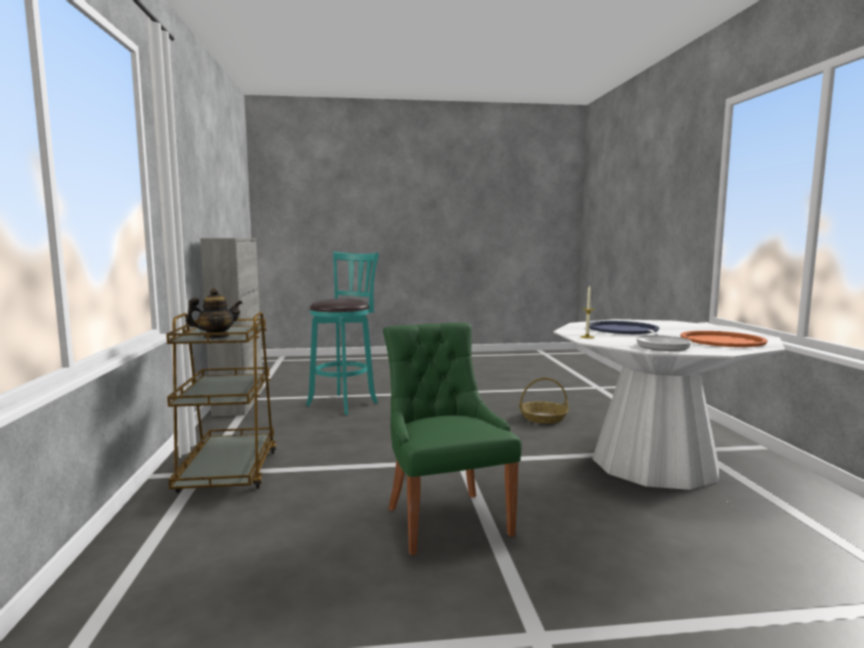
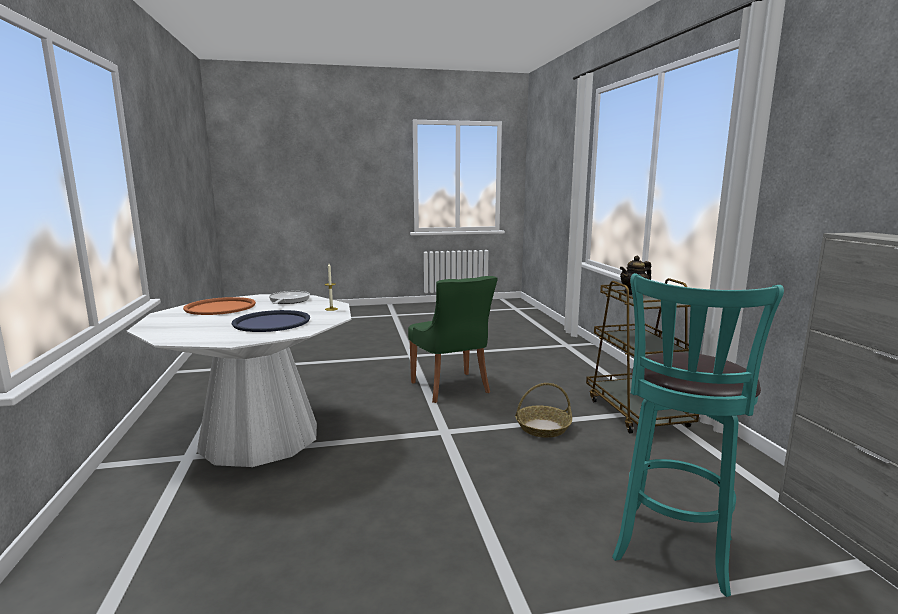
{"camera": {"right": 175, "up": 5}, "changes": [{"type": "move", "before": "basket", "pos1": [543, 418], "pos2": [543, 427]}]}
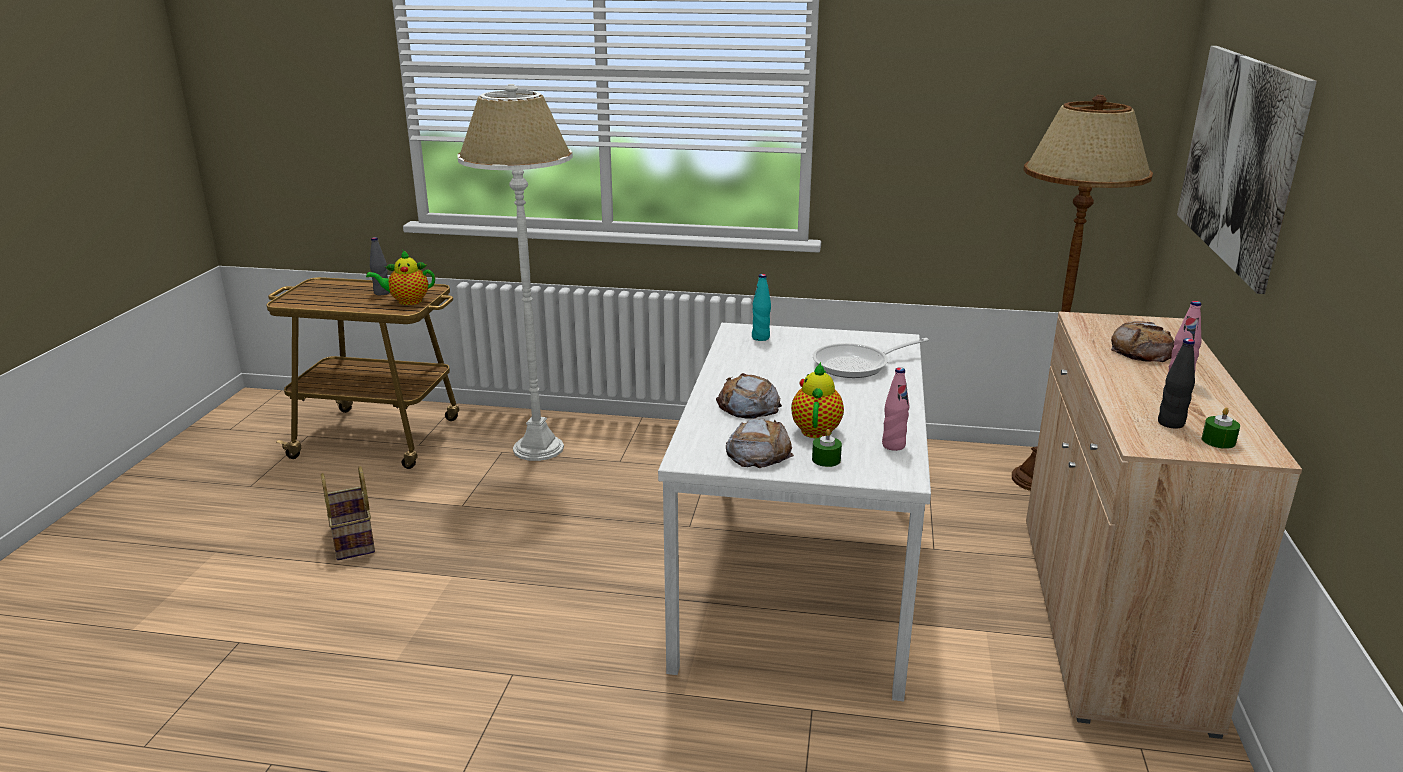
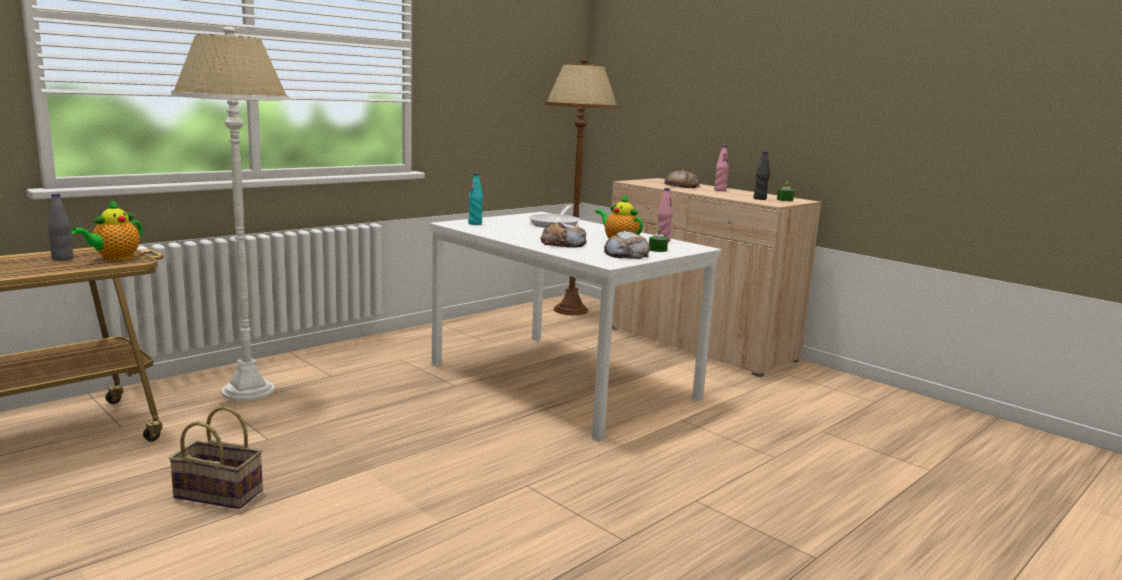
{"camera": {"right": -55, "up": -10}, "changes": [{"type": "delete", "before": "picture", "pos1": [1239, 159]}]}
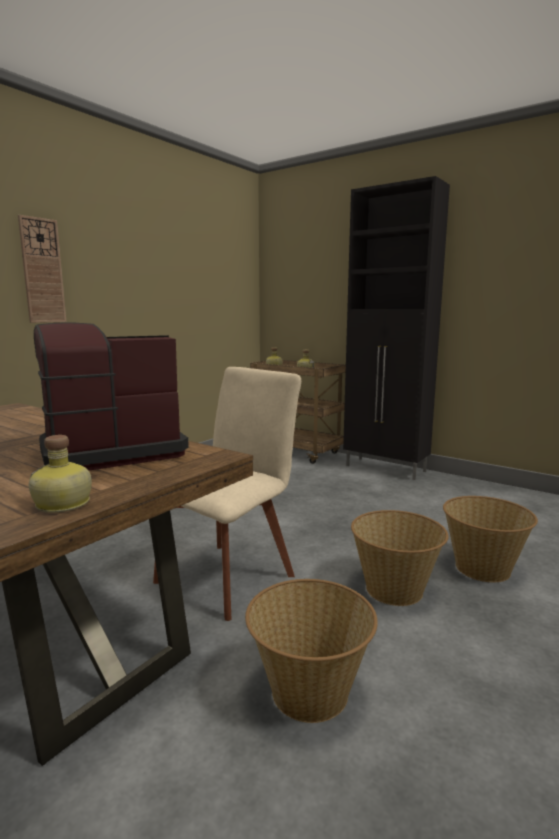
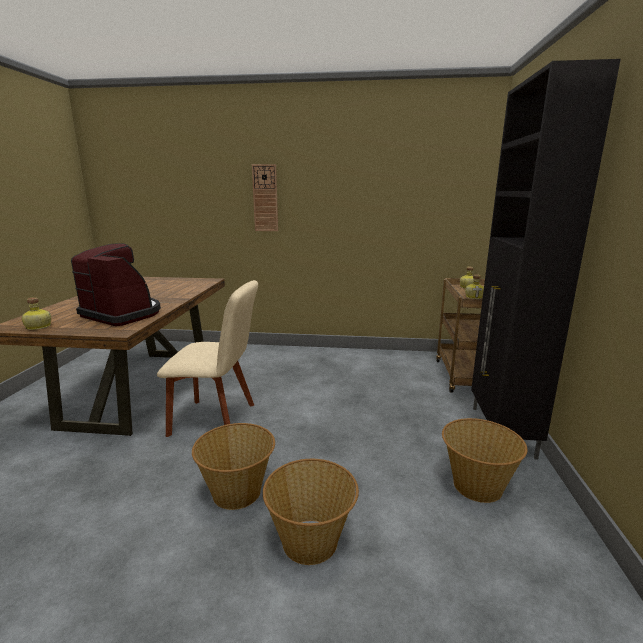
{"camera": {"right": 60, "up": 5}, "changes": [{"type": "move", "before": "basket", "pos1": [309, 693], "pos2": [476, 486]}]}
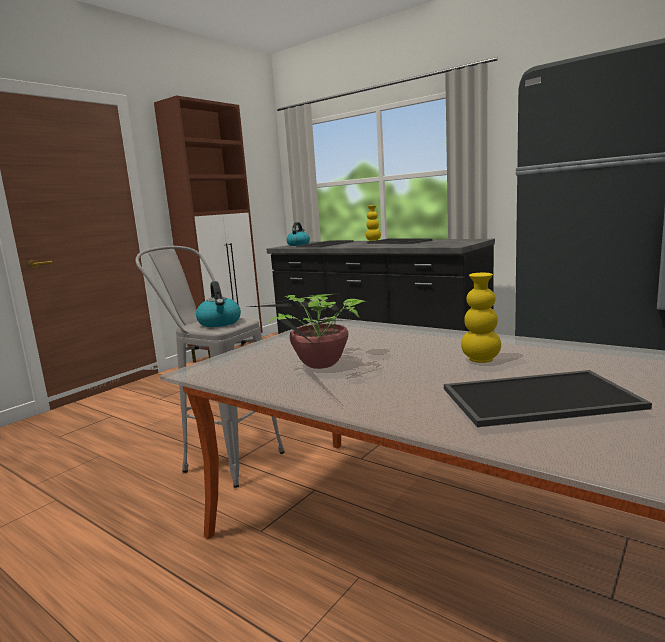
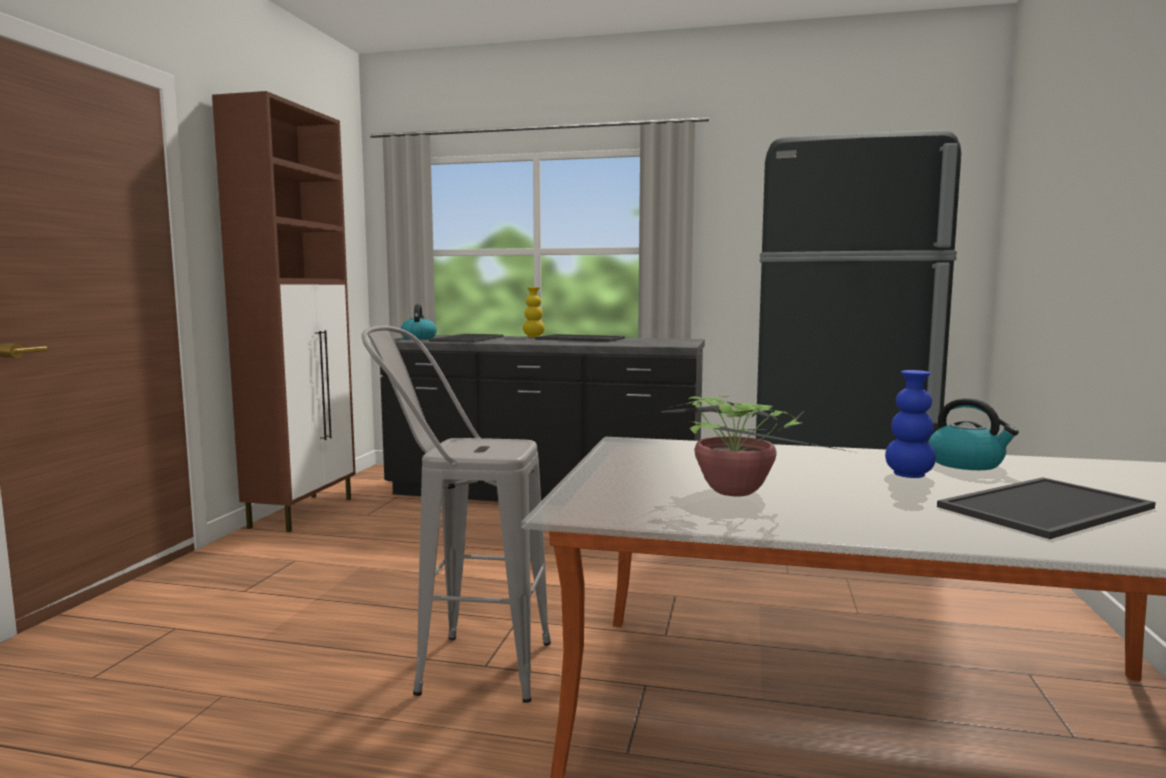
{"camera": {"right": -25, "up": -5}, "changes": [{"type": "recolor", "before": "vase/yellow", "after": "vase/blue", "pos1": [481, 360], "pos2": [909, 475]}, {"type": "move", "before": "kettle", "pos1": [220, 323], "pos2": [967, 464]}]}
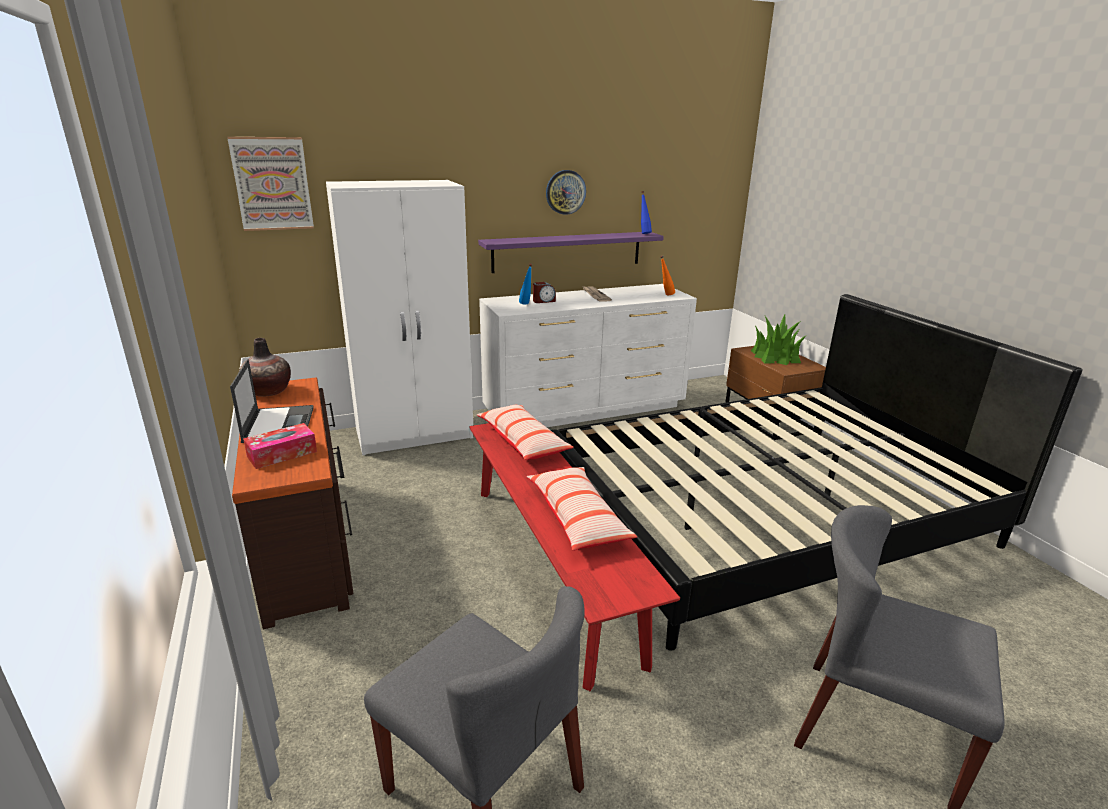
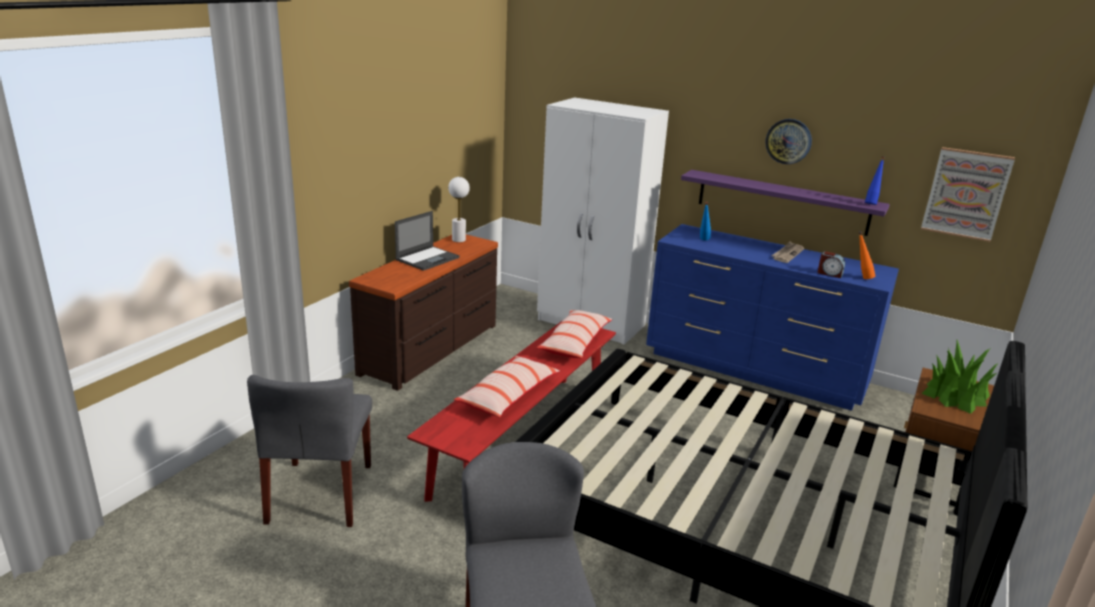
{"camera": {"right": 50, "up": 0}, "changes": [{"type": "replace", "before": "vase", "after": "table lamp/white", "pos1": [268, 391], "pos2": [458, 240]}, {"type": "recolor", "before": "dresser/white", "after": "dresser/blue", "pos1": [586, 409], "pos2": [755, 369]}, {"type": "move", "before": "alarm clock", "pos1": [544, 301], "pos2": [829, 273]}, {"type": "move", "before": "picture", "pos1": [272, 184], "pos2": [966, 194]}, {"type": "delete", "before": "tissue box", "pos1": [282, 454]}]}
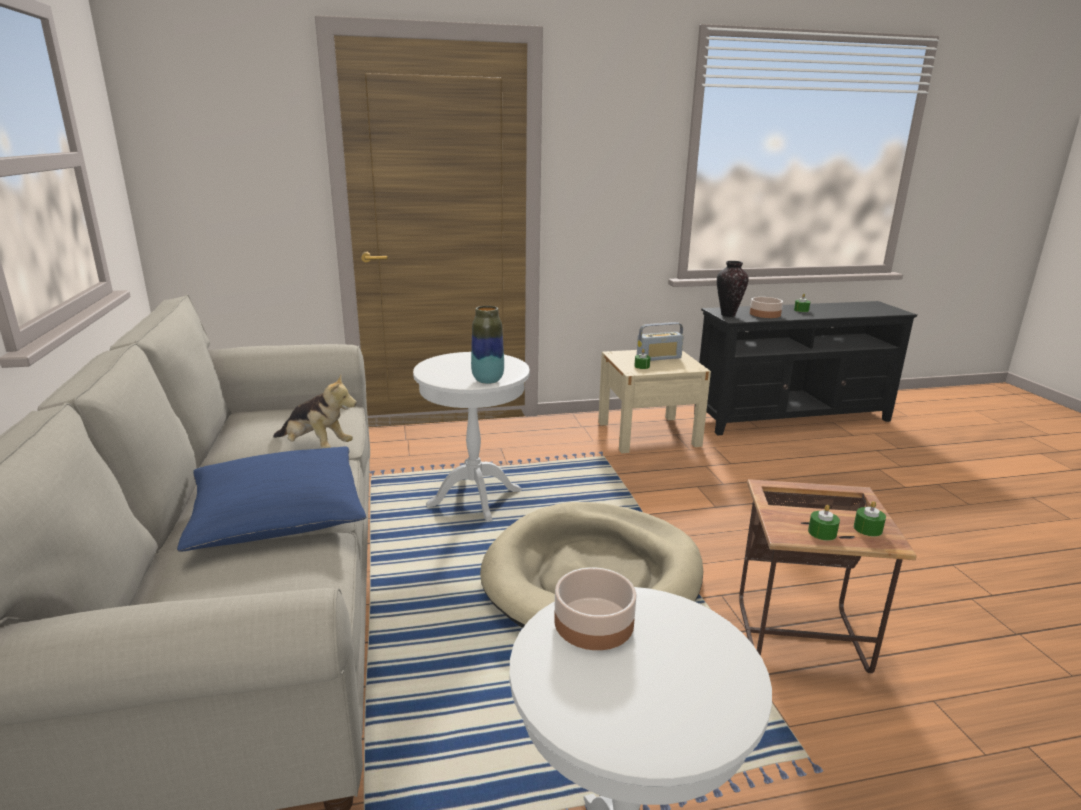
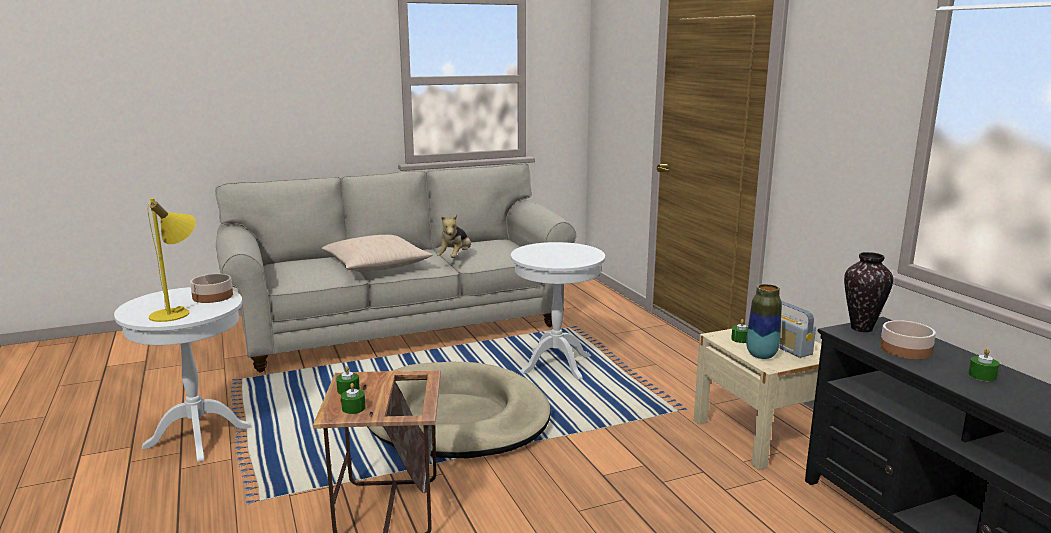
{"camera": {"right": 80, "up": -5}, "changes": [{"type": "insert", "after": "table lamp/yellow", "pos2": [177, 313]}, {"type": "recolor", "before": "pillow/blue", "after": "pillow/beige", "pos1": [278, 516], "pos2": [376, 266]}, {"type": "move", "before": "vase", "pos1": [488, 380], "pos2": [761, 355]}]}
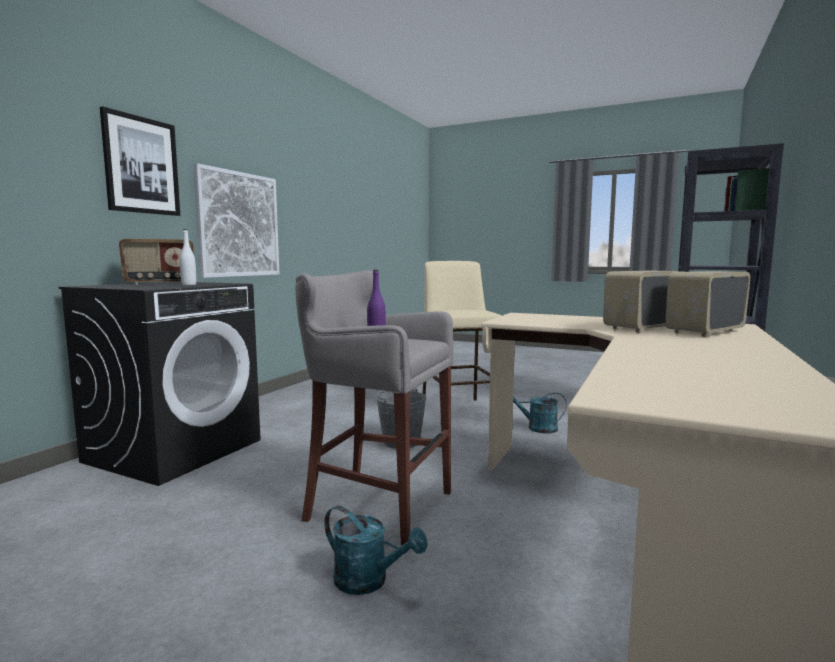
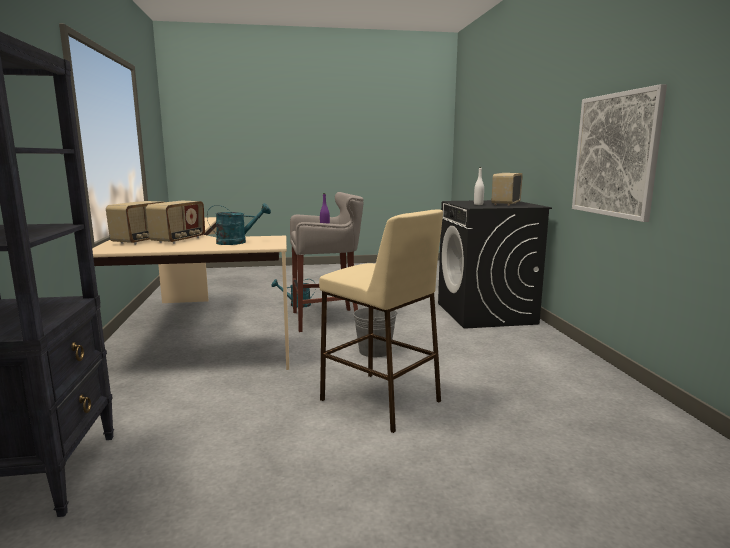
{"camera": {"right": 145, "up": 5}, "changes": [{"type": "move", "before": "watering can/turquoise", "pos1": [536, 428], "pos2": [237, 242]}, {"type": "delete", "before": "picture", "pos1": [141, 165]}]}
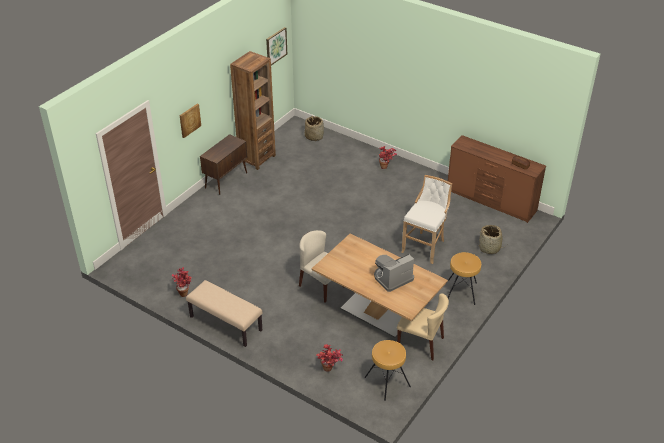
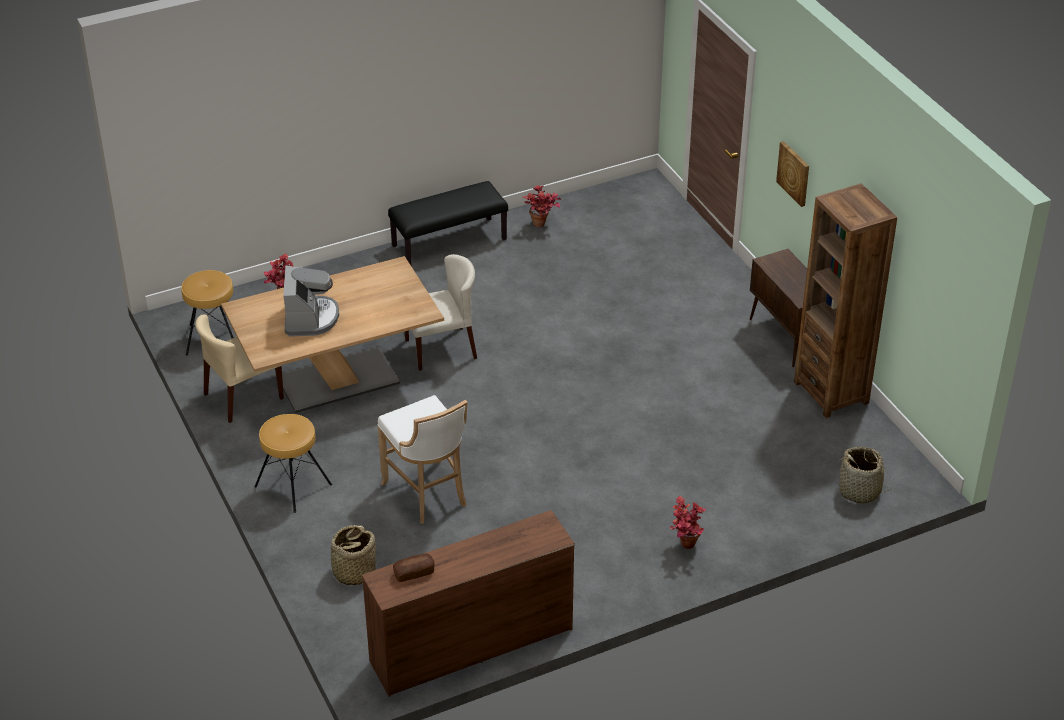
{"camera": {"right": 120, "up": 0}, "changes": [{"type": "recolor", "before": "bench/beige", "after": "bench/black", "pos1": [225, 324], "pos2": [449, 242]}, {"type": "delete", "before": "picture", "pos1": [276, 46]}]}
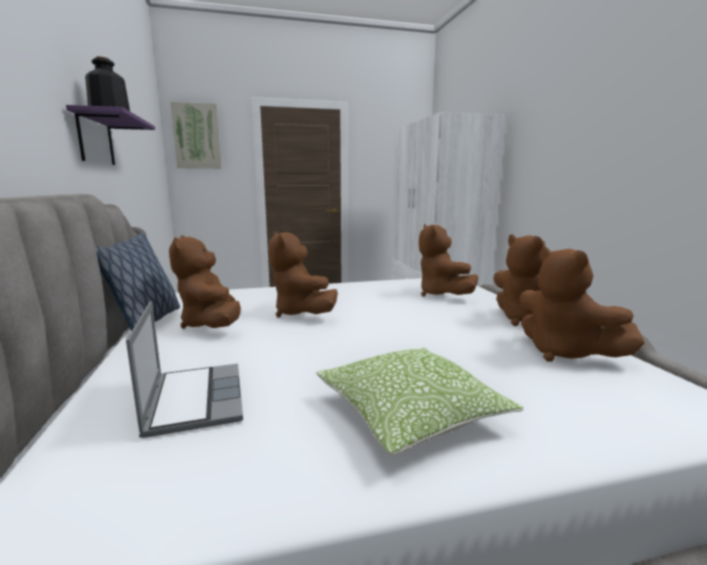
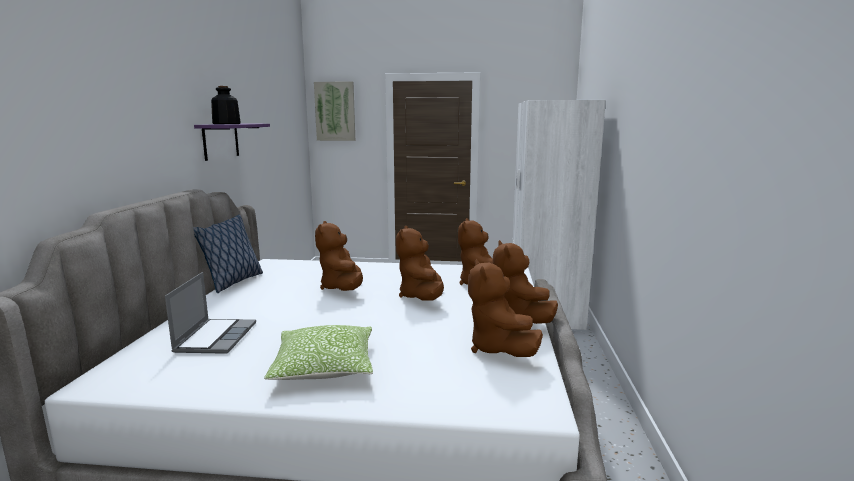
{"camera": {"right": 20, "up": 0}, "changes": [{"type": "move", "before": "plush toy/brown", "pos1": [212, 325], "pos2": [421, 297]}]}
